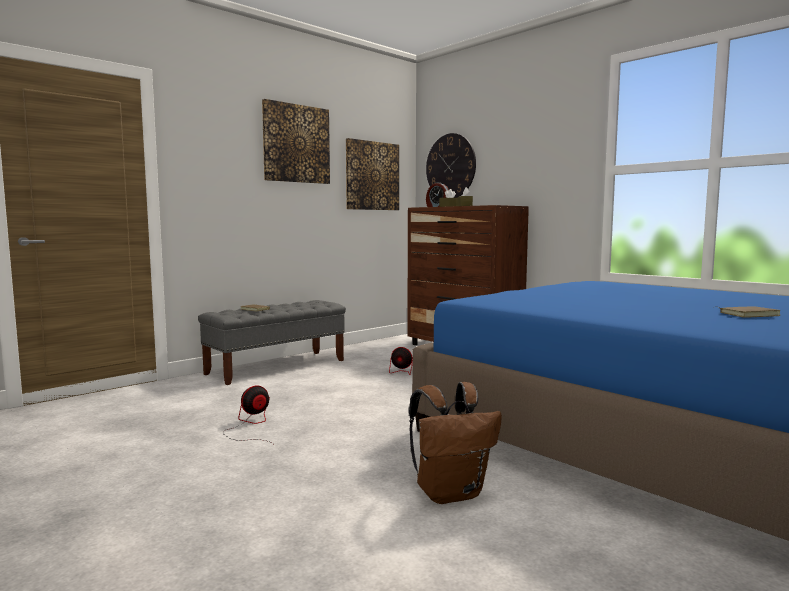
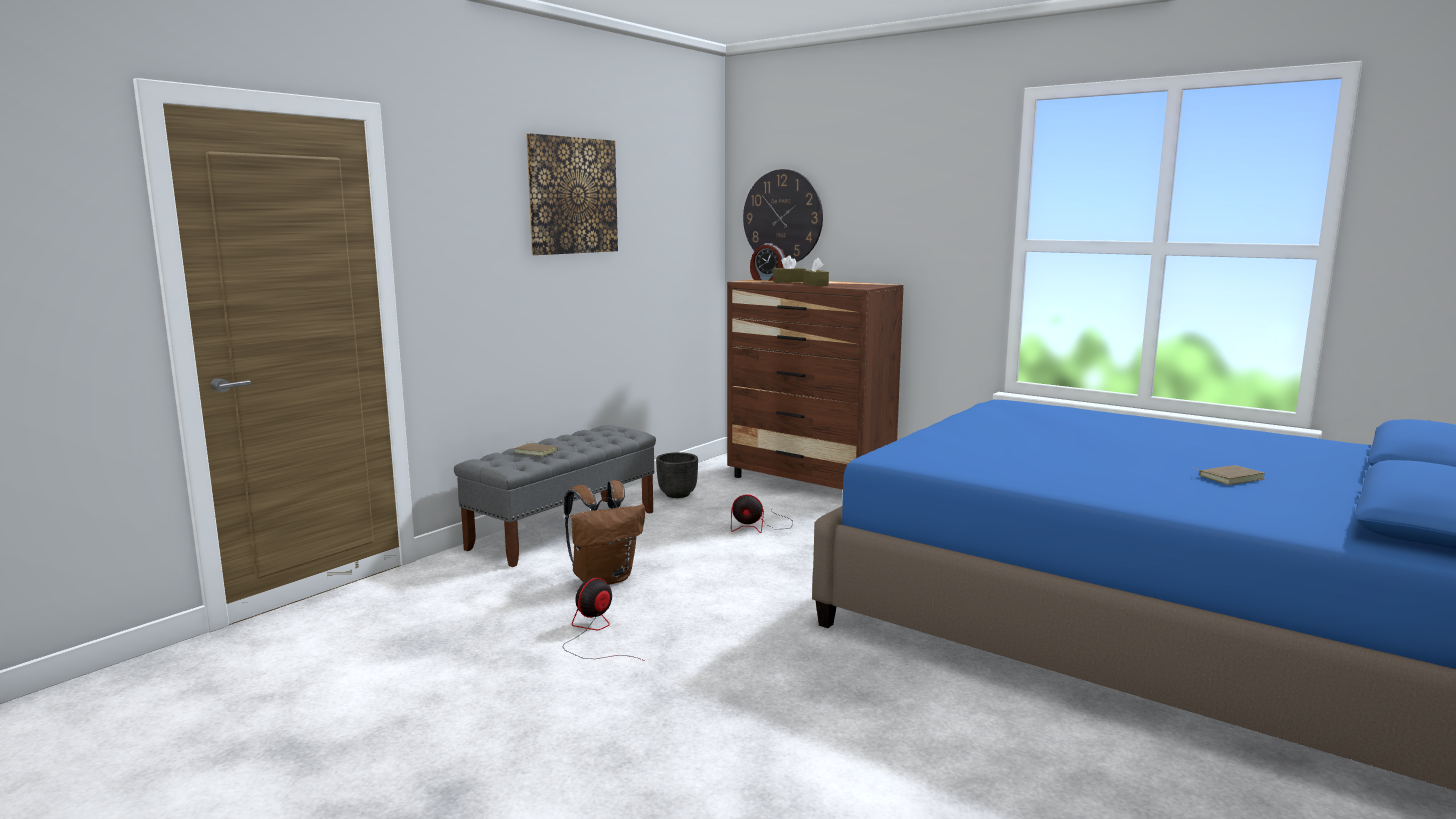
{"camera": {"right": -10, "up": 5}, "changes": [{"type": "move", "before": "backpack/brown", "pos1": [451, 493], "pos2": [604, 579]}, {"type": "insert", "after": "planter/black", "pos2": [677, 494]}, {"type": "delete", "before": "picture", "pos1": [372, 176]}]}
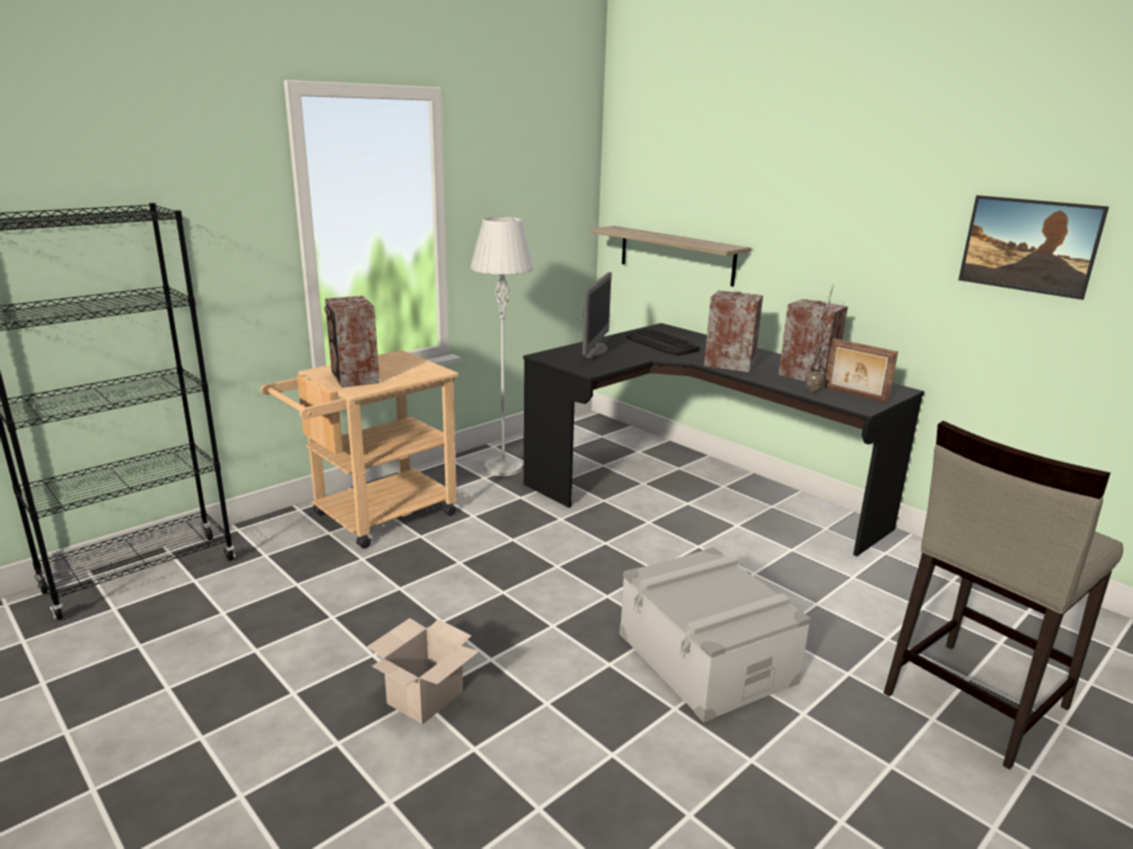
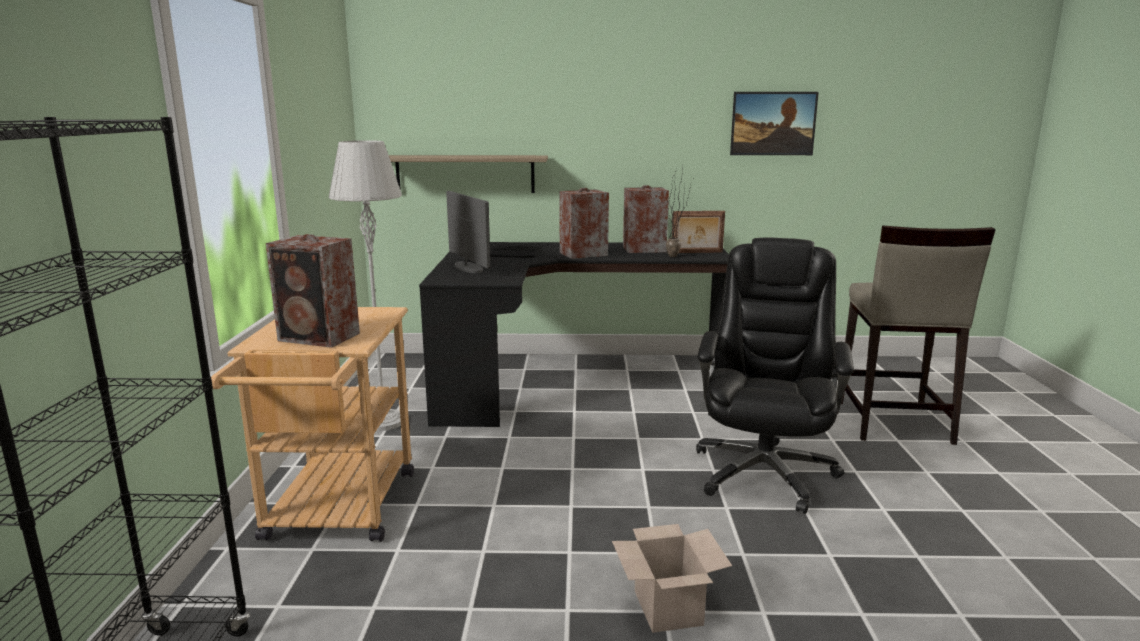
{"camera": {"right": -45, "up": -5}, "changes": [{"type": "replace", "before": "storage box/grey", "after": "office chair/black", "pos1": [706, 658], "pos2": [764, 471]}]}
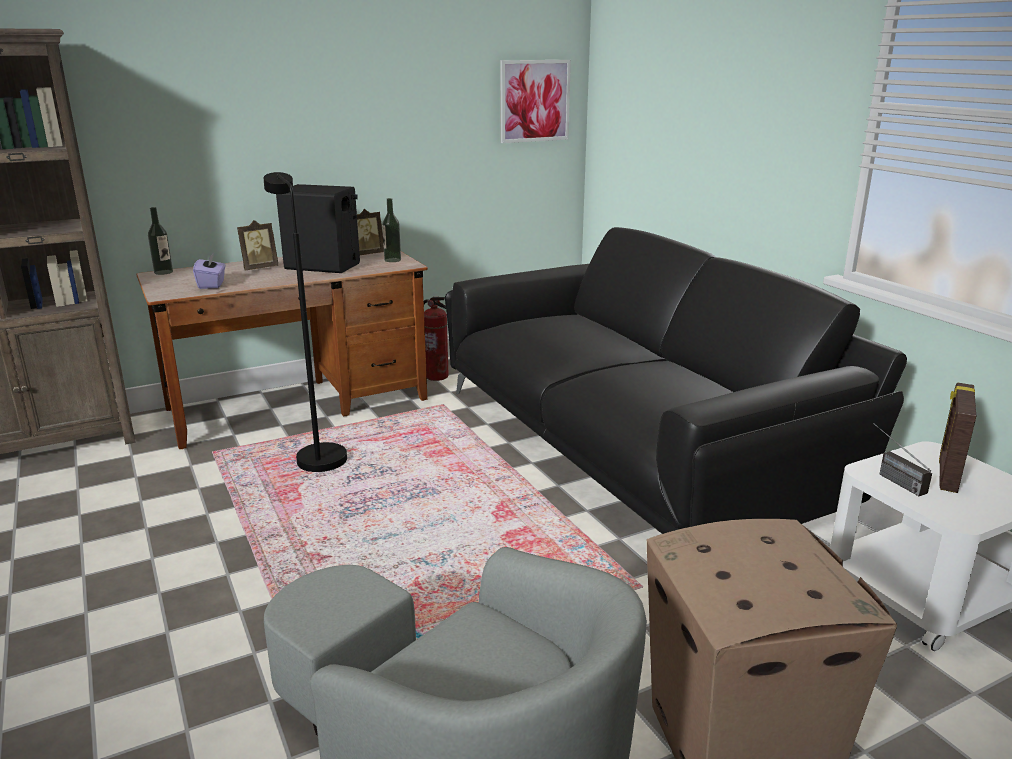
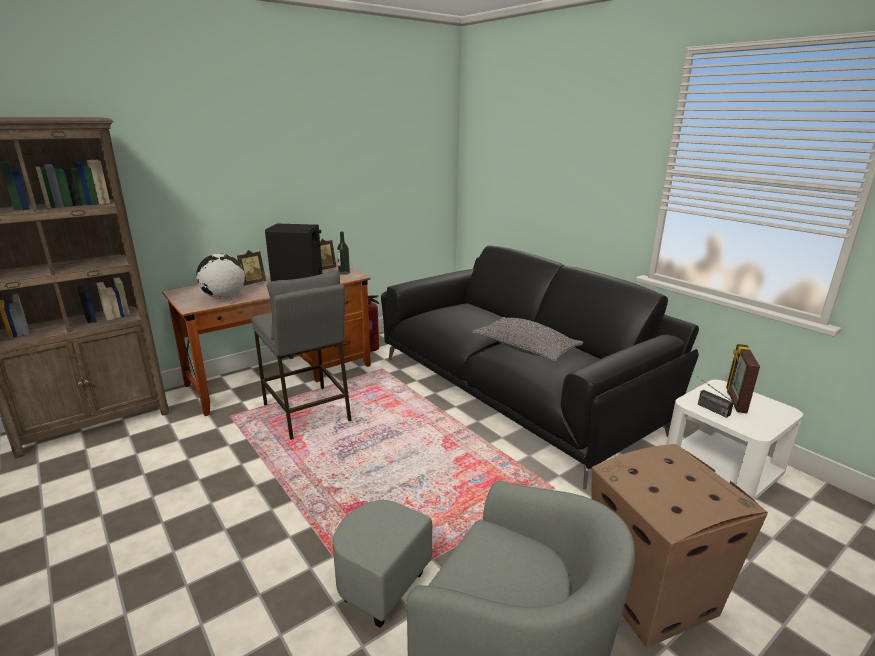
{"camera": {"right": -10, "up": 0}, "changes": [{"type": "replace", "before": "tissue box/purple", "after": "globe", "pos1": [212, 284], "pos2": [223, 297]}, {"type": "replace", "before": "floor lamp/black", "after": "stool/grey", "pos1": [317, 455], "pos2": [307, 412]}, {"type": "insert", "after": "pillow/grey", "pos2": [525, 349]}, {"type": "delete", "before": "bottle", "pos1": [163, 272]}, {"type": "delete", "before": "picture", "pos1": [534, 101]}]}
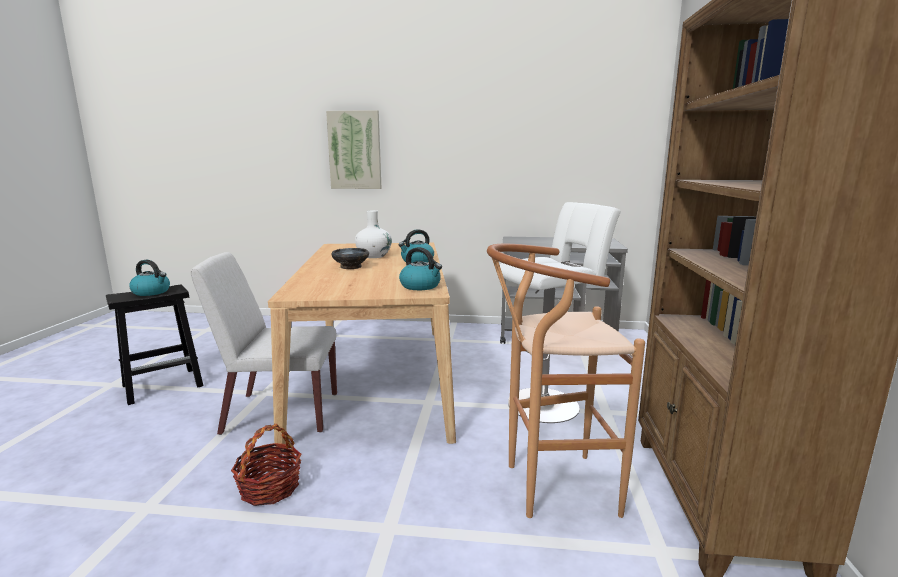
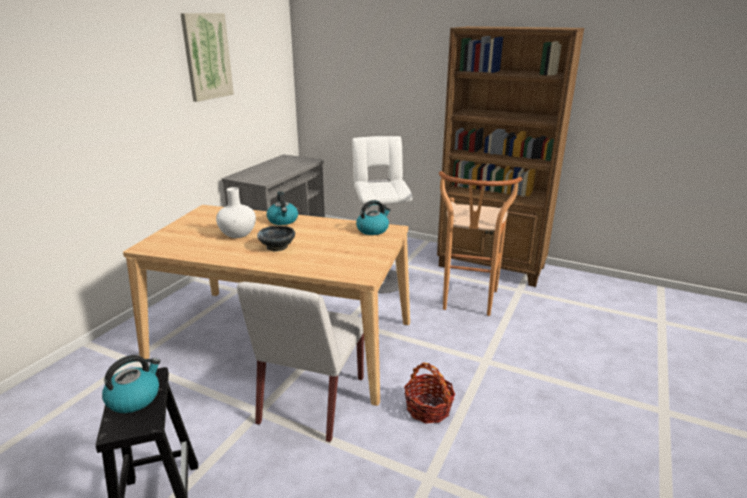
{"camera": {"right": -70, "up": 10}, "changes": [{"type": "move", "before": "picture", "pos1": [355, 150], "pos2": [207, 56]}]}
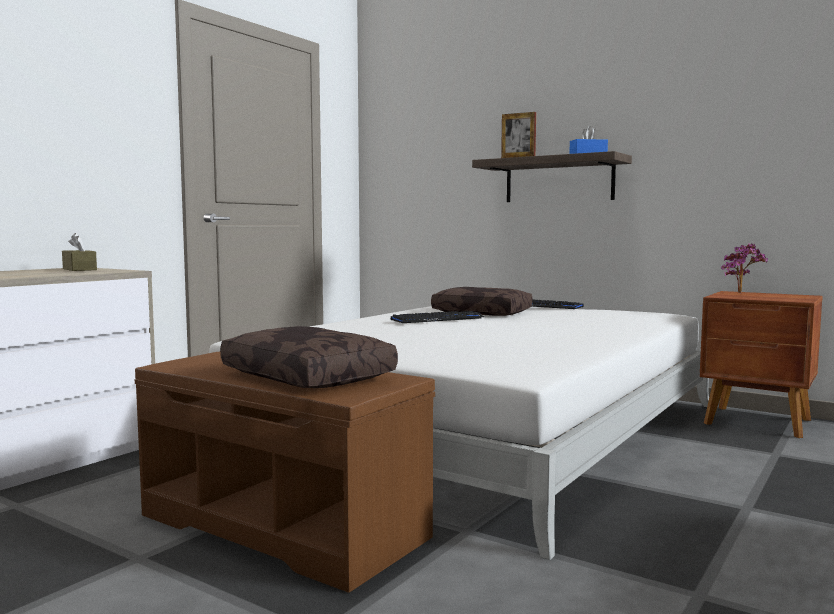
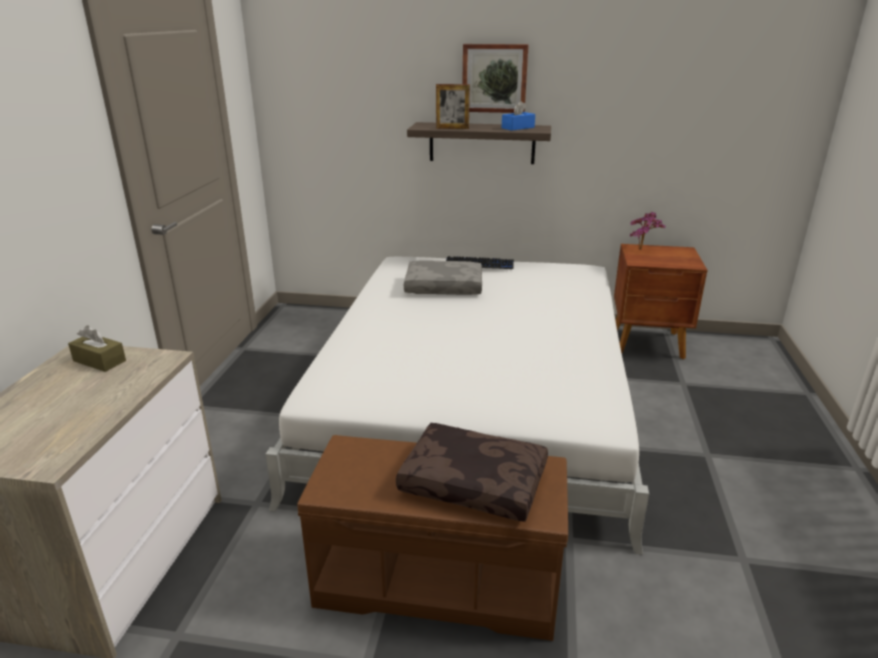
{"camera": {"right": -25, "up": 20}, "changes": [{"type": "recolor", "before": "pillow/brown", "after": "pillow/grey", "pos1": [483, 313], "pos2": [444, 287]}, {"type": "insert", "after": "picture", "pos2": [494, 78]}, {"type": "delete", "before": "keyboard", "pos1": [437, 319]}]}
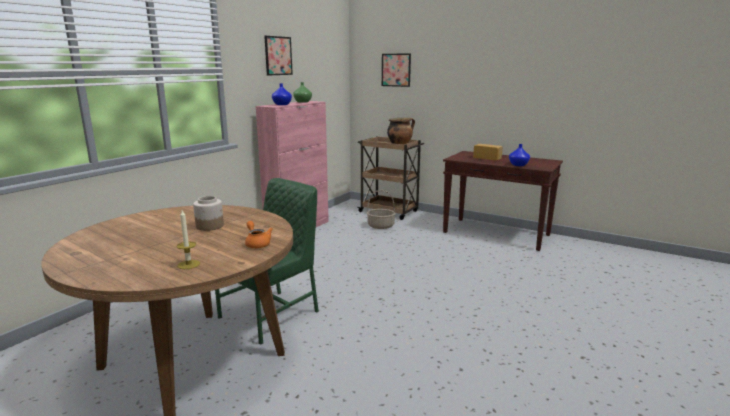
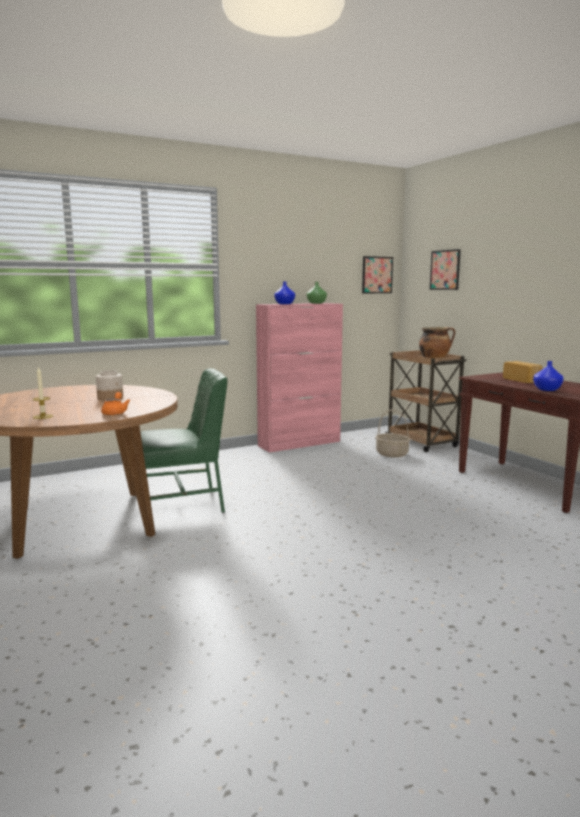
{"camera": {"right": 30, "up": -5}, "changes": [{"type": "move", "before": "picture", "pos1": [278, 56], "pos2": [377, 275]}]}
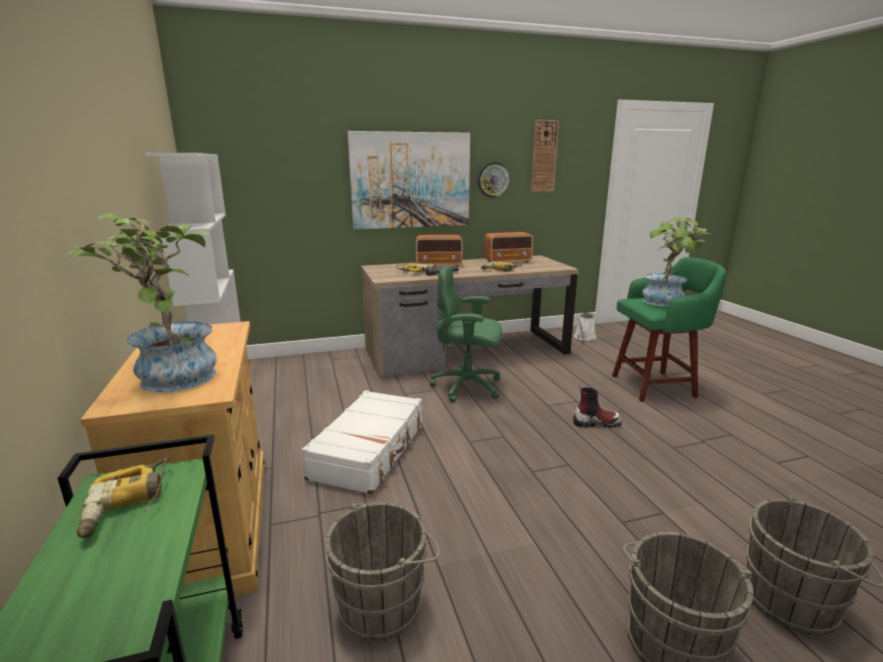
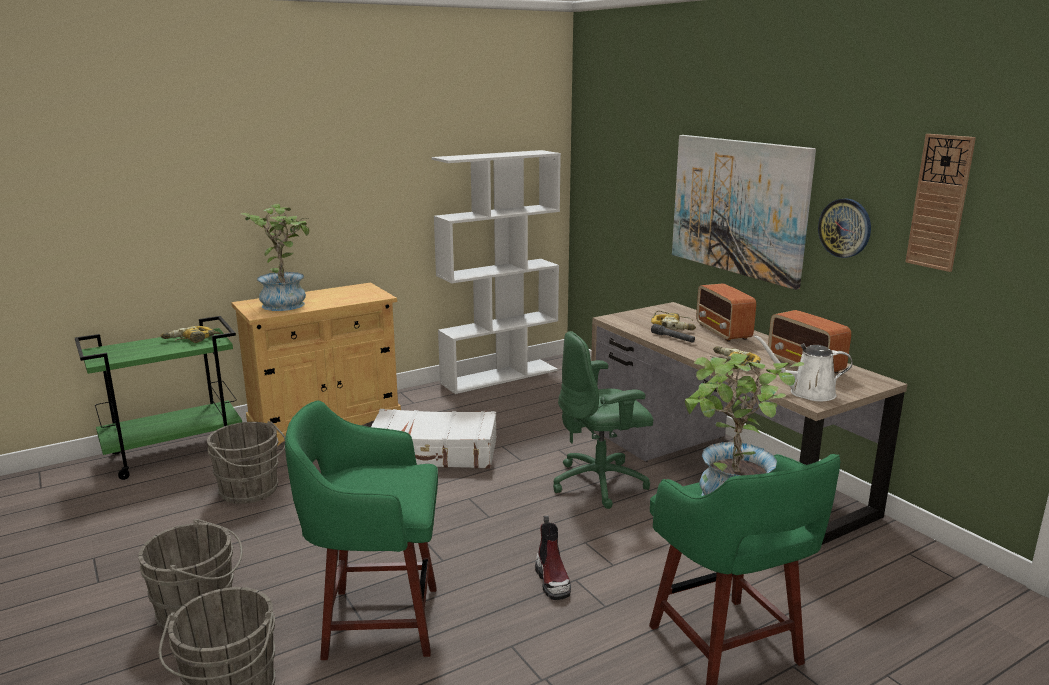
{"camera": {"right": 75, "up": 0}, "changes": [{"type": "insert", "after": "stool/green", "pos2": [376, 622]}, {"type": "rotate", "before": "office chair/green", "pos1": [468, 387], "pos2": [601, 483], "turn": -105}, {"type": "move", "before": "watering can/white", "pos1": [584, 337], "pos2": [807, 393]}]}
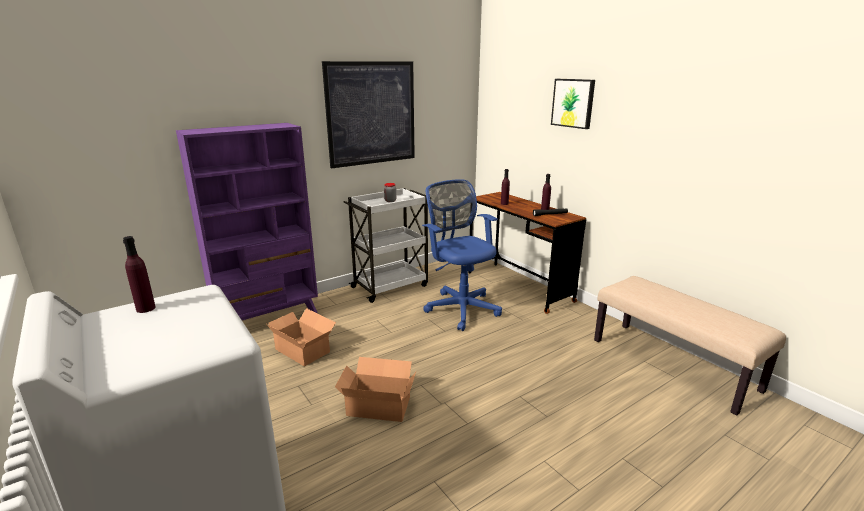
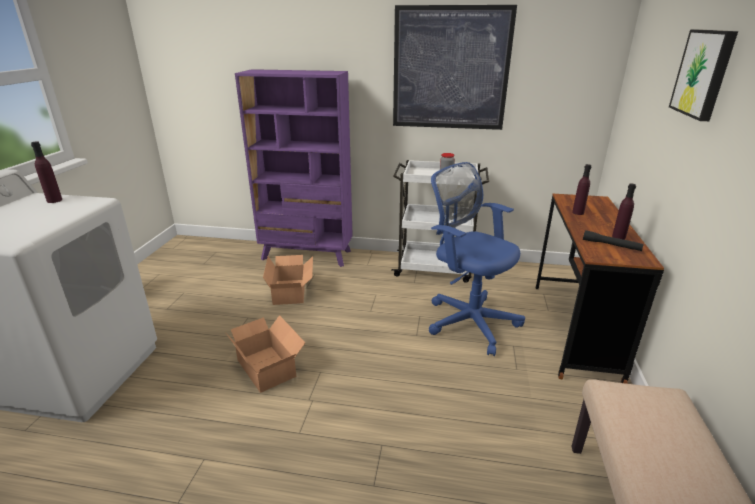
{"camera": {"right": 45, "up": 5}, "changes": [{"type": "rotate", "before": "office chair/blue", "pos1": [461, 307], "pos2": [468, 320], "turn": -60}]}
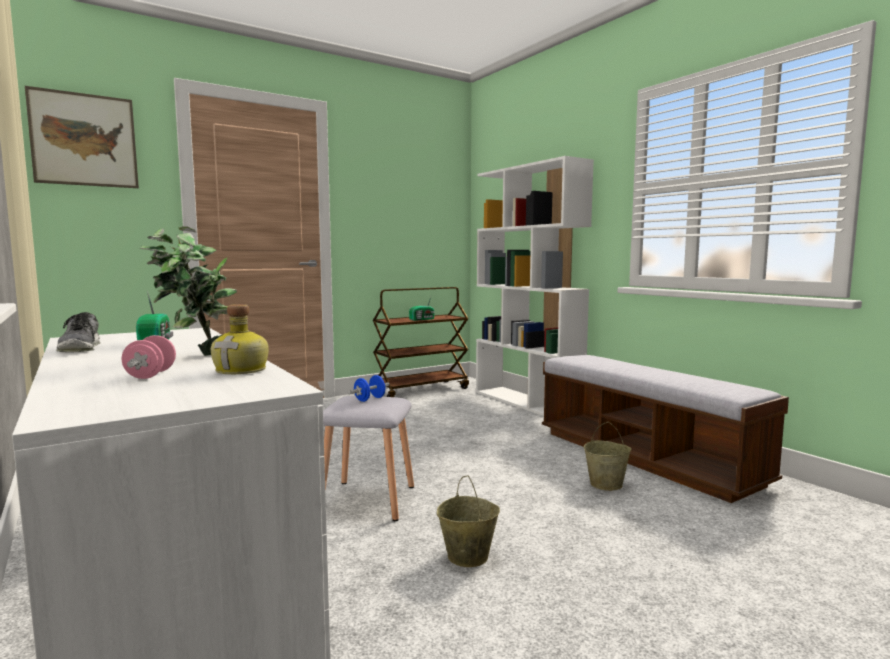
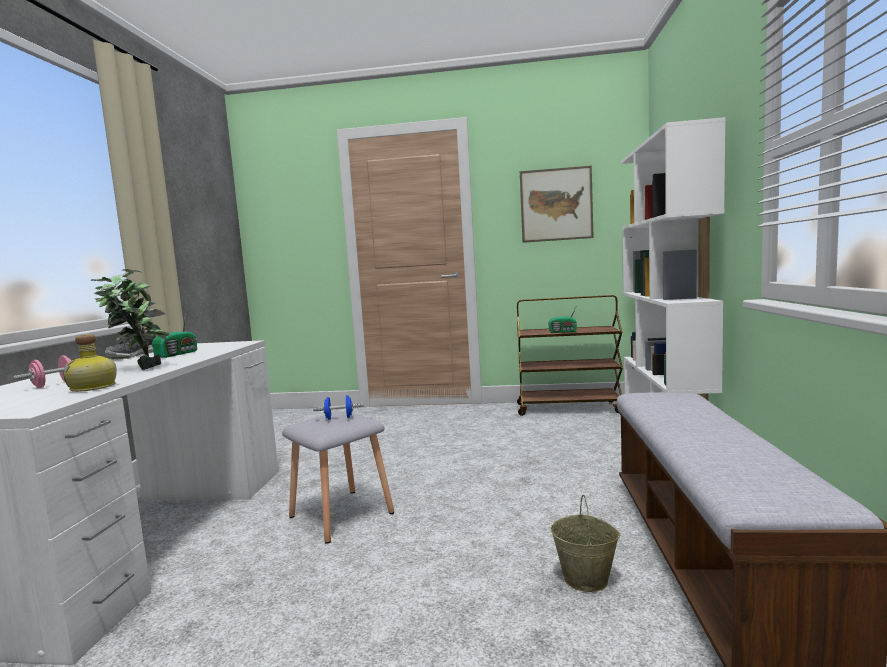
{"camera": {"right": 40, "up": 0}, "changes": [{"type": "move", "before": "picture", "pos1": [84, 140], "pos2": [556, 204]}, {"type": "delete", "before": "bucket/beige", "pos1": [467, 556]}]}
